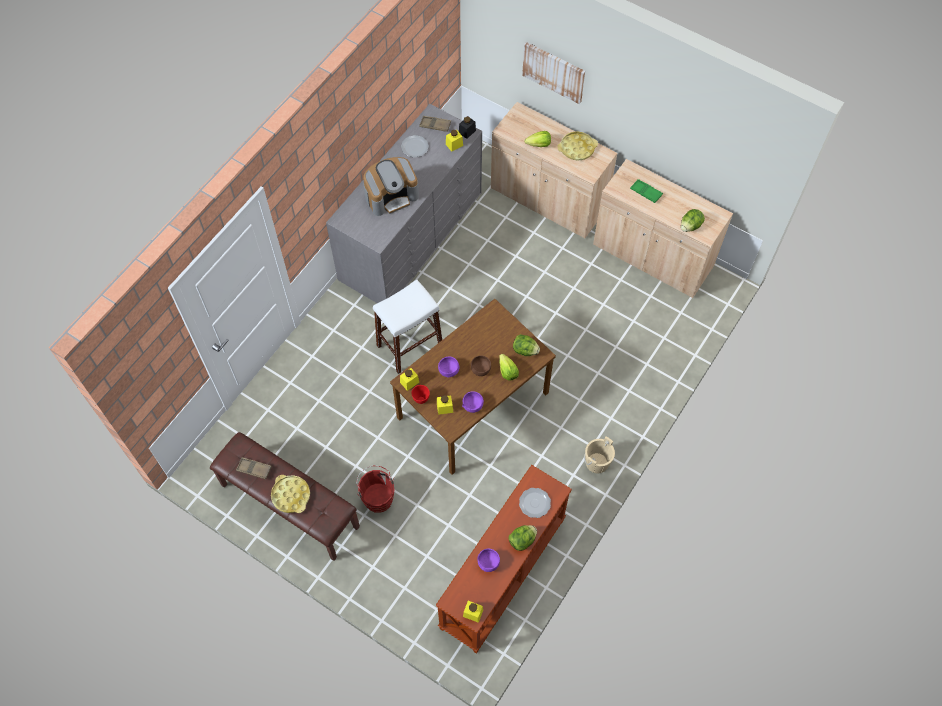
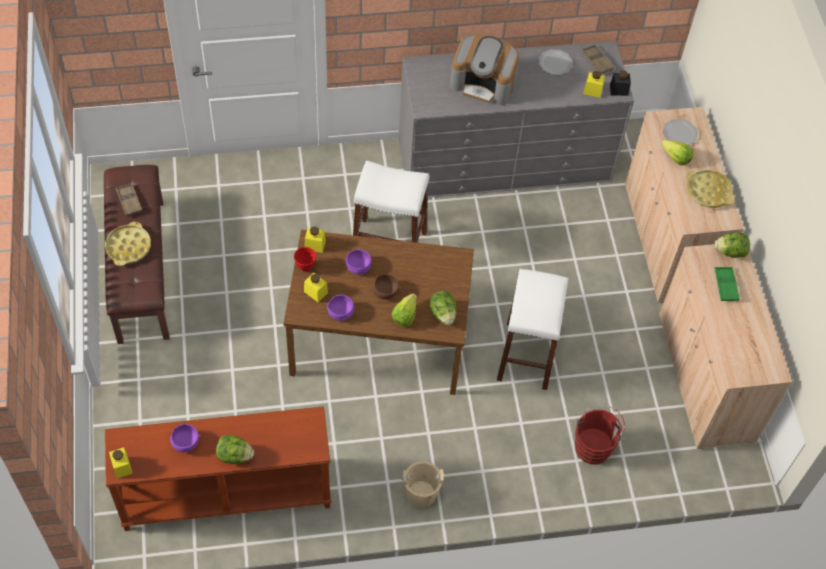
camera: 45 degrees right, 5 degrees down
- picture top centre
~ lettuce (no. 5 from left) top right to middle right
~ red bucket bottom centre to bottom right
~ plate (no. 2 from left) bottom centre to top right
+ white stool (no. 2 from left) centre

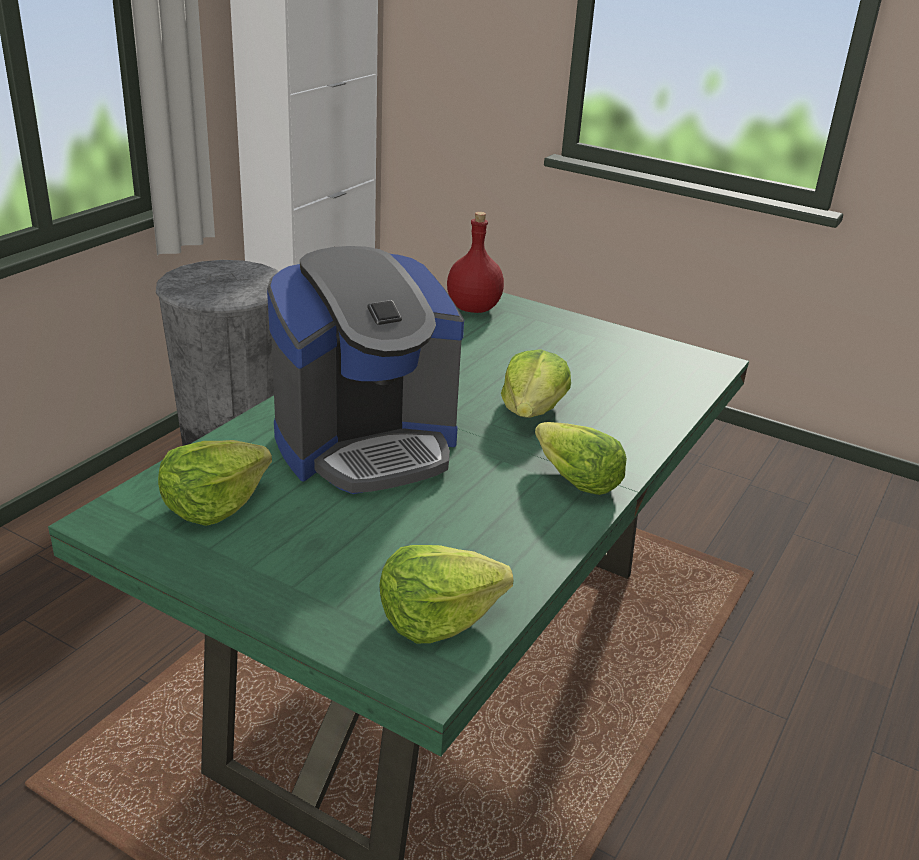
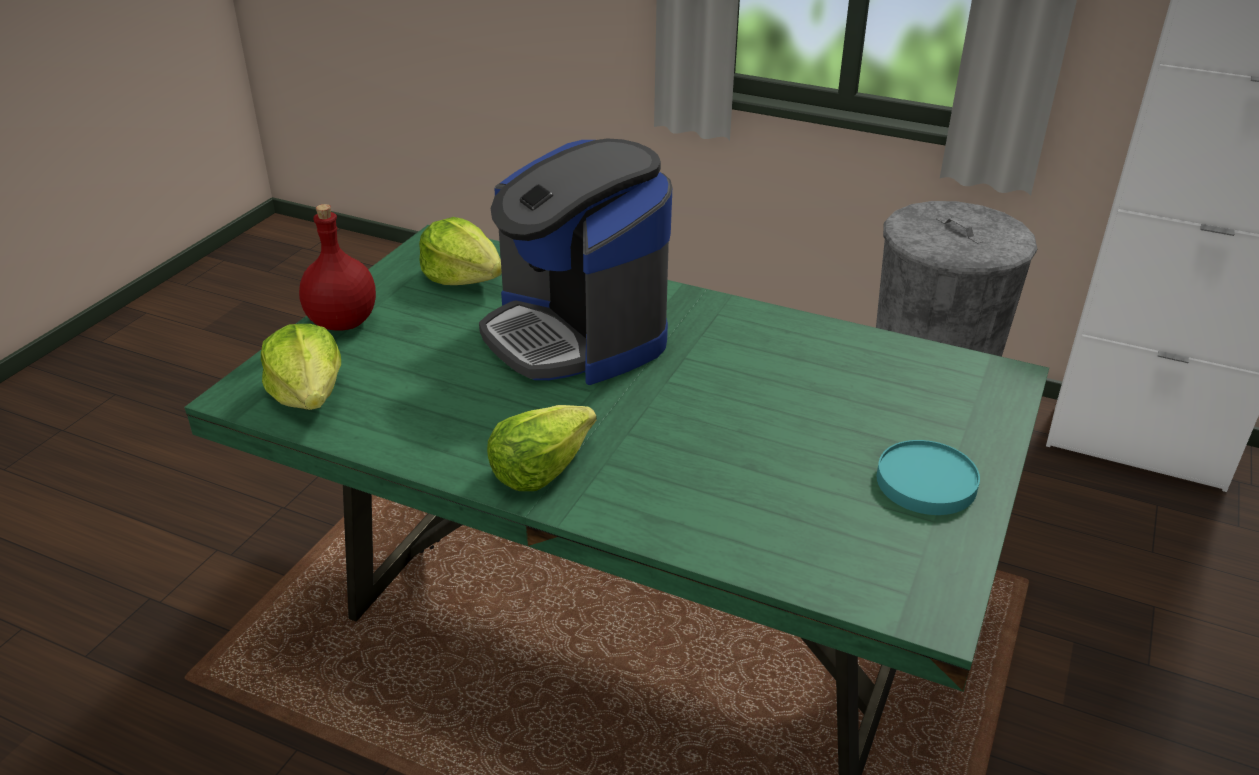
camera: 85 degrees right, 5 degrees up
~ red bottle top centre to middle left
- lettuce (no. 3 from left) centre
+ turquoise plate middle right

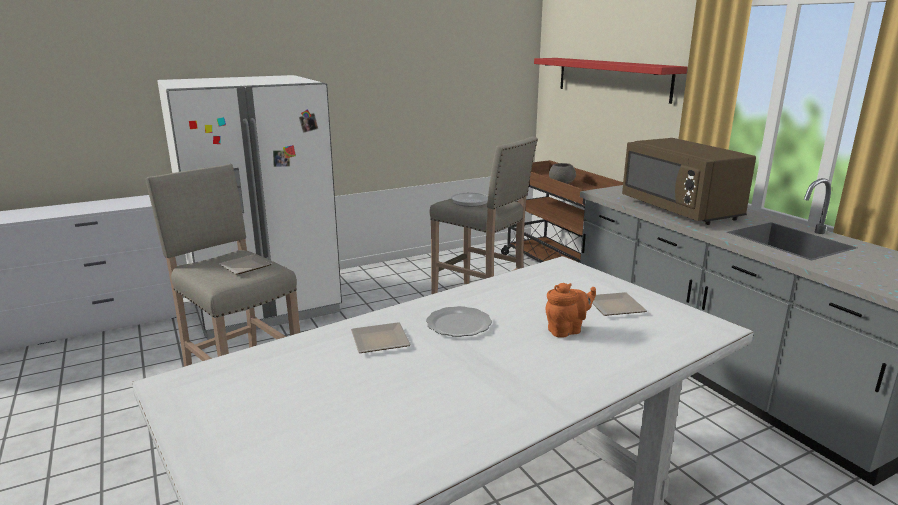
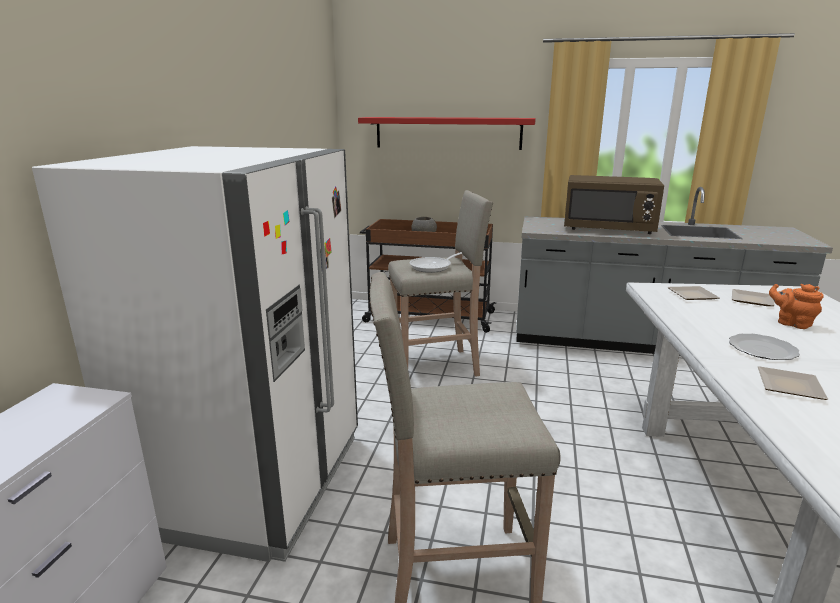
camera: 50 degrees left, 0 degrees up
~ plate (no. 1 from left) middle left to middle right
~ orange teapot centre = middle right 60 degrees counterclockwise

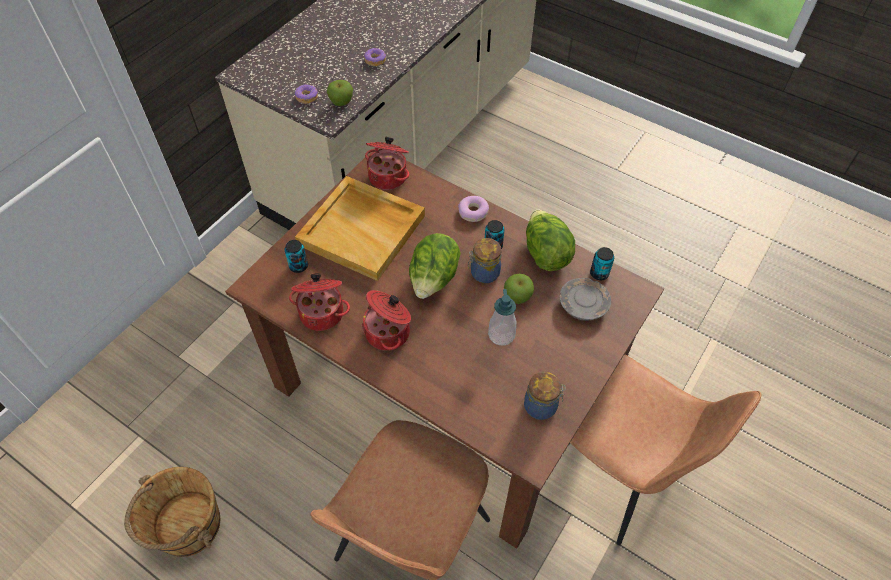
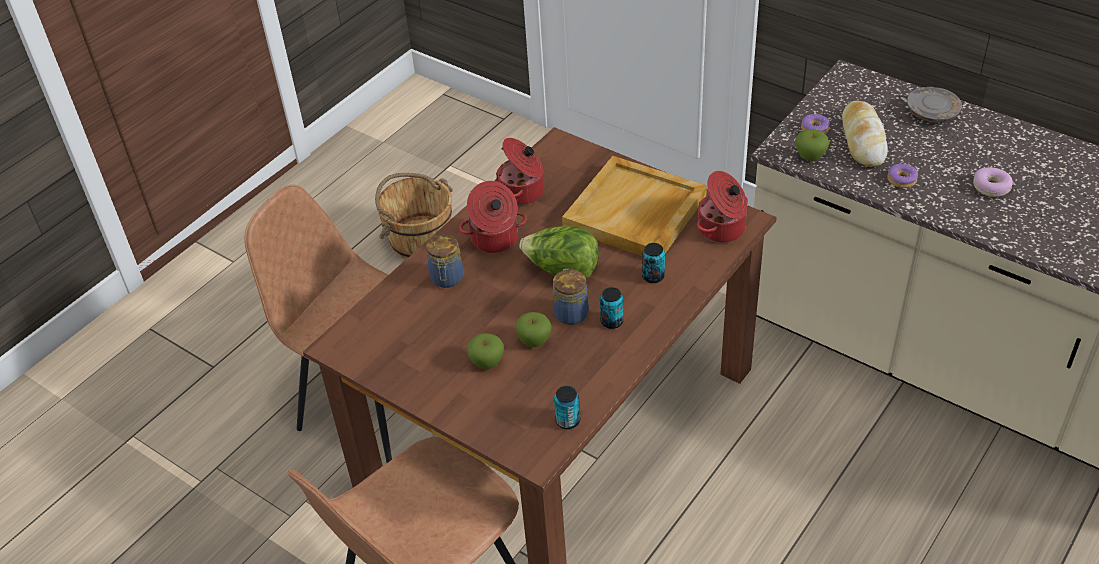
camera: 95 degrees right, 10 degrees down
~ donut (no. 3 from left) centre to top right
- lettuce (no. 2 from left) centre
~ can (no. 1 from left in the first image) middle left to can (no. 3 from left) centre
~ grey plate centre to top right
- soap dispenser centre
~ jar (no. 2 from left in the first image) bottom centre to jar (no. 1 from left) centre
+ bread top right
+ apple (no. 1 from left) centre

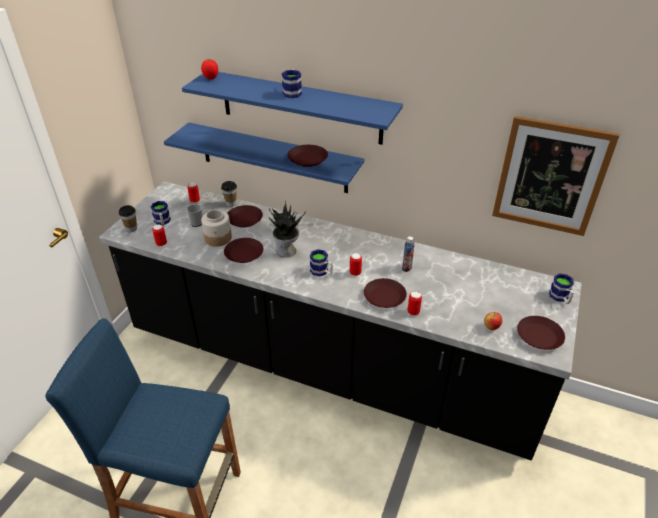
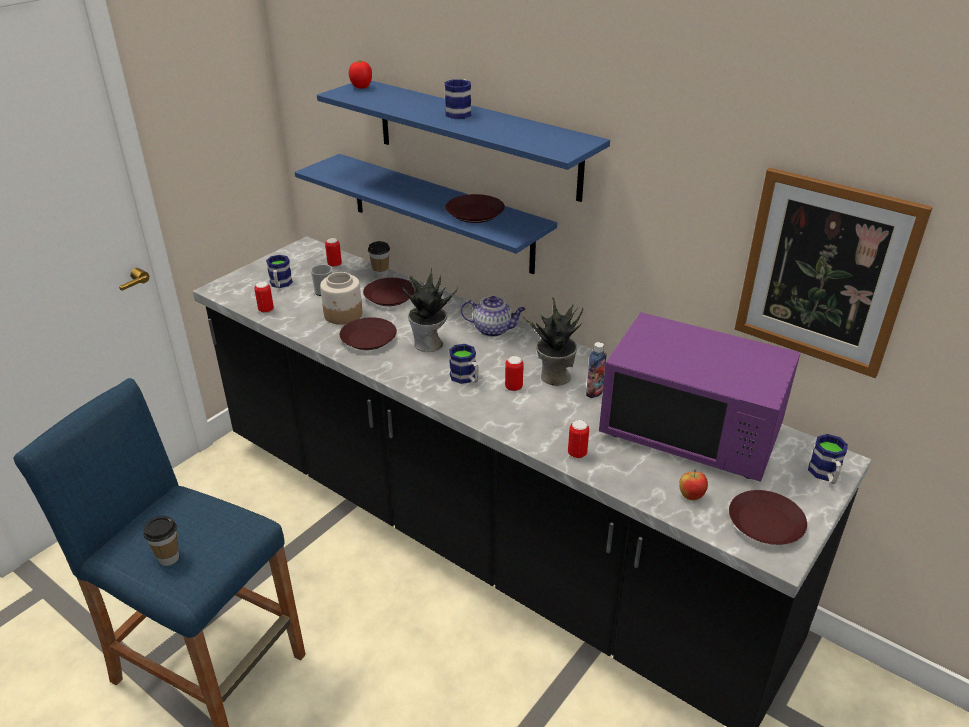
camera: 15 degrees right, 5 degrees down
~ cup (no. 1 from left) middle left to bottom left
- brown plate (no. 4 from left) centre
+ teapot centre
+ potted plant (no. 2 from left) centre
+ purple microwave middle right

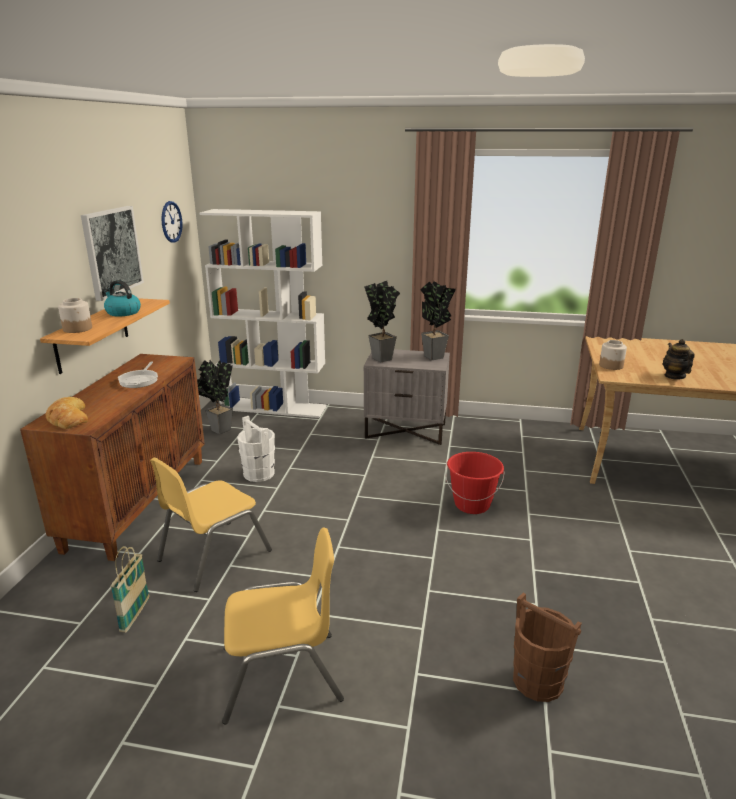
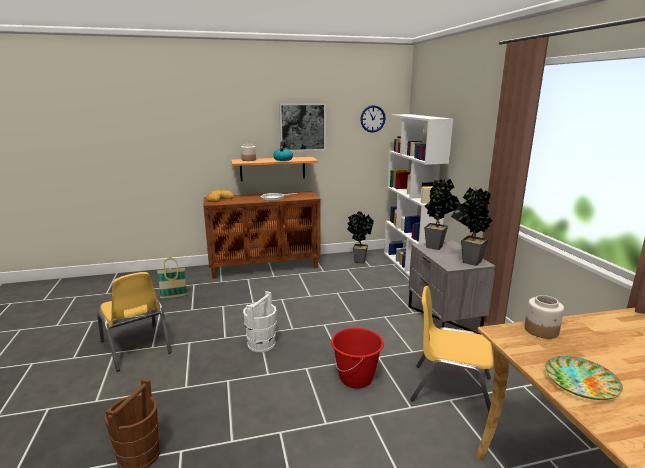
camera: 65 degrees right, 5 degrees down
~ teapot middle right to plate bottom right
~ white bucket centre to bottom centre
~ yellow chair (no. 1 from left in the first image) middle left to yellow chair (no. 2 from left) bottom right

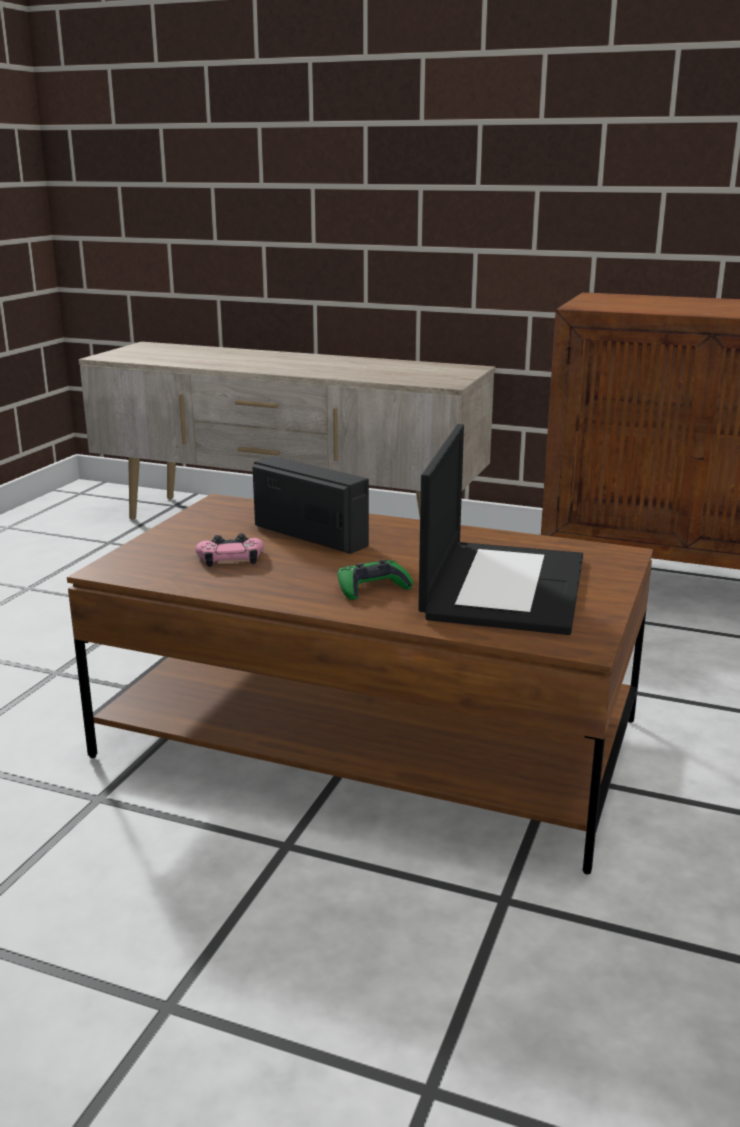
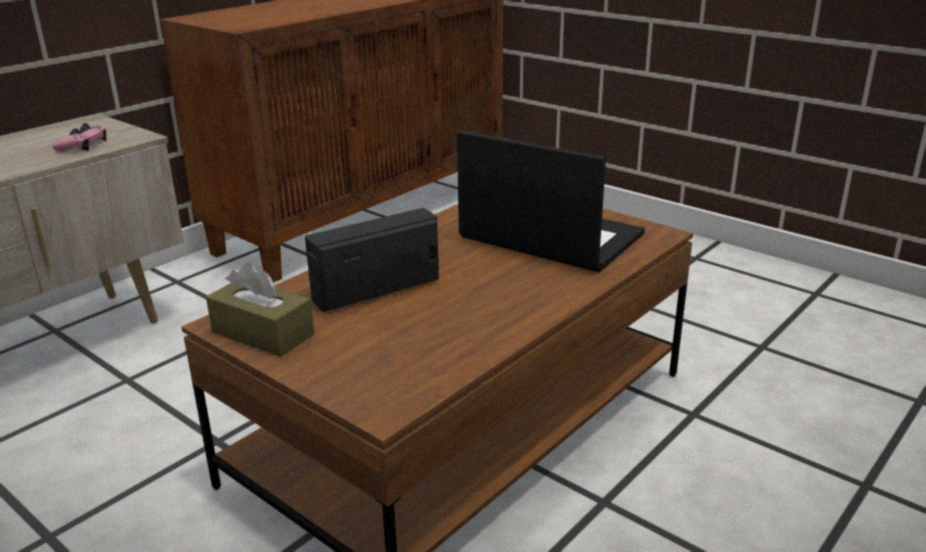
camera: 70 degrees left, 5 degrees up
~ pink game controller middle left to top left
- green game controller centre
+ brown tissue box middle left

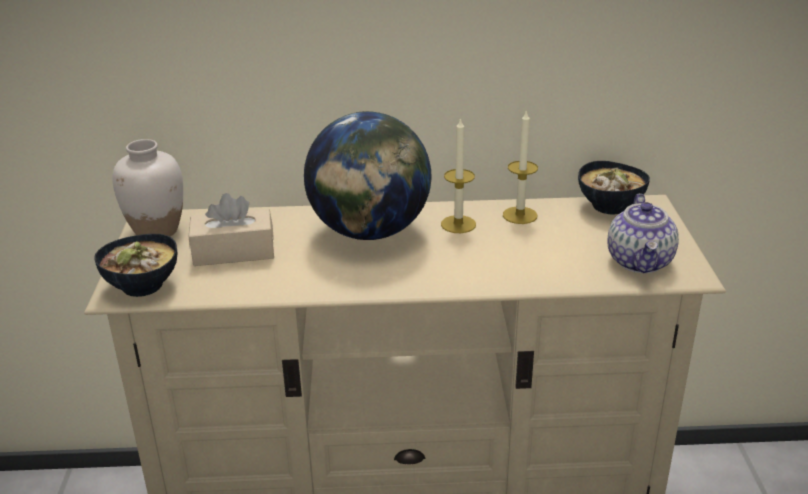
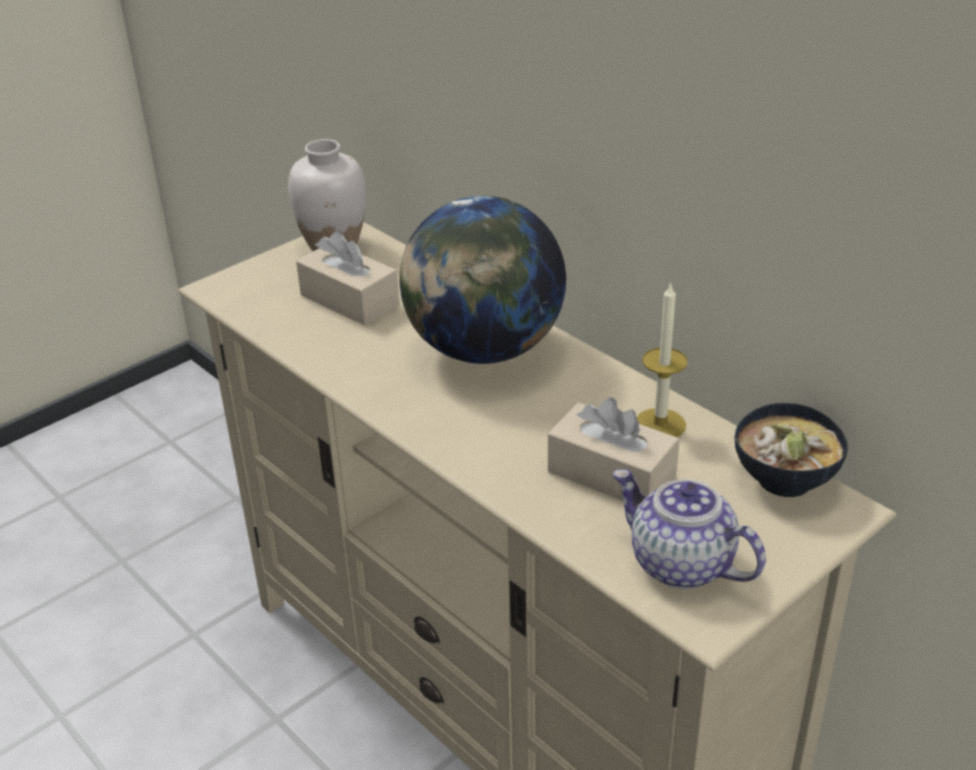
camera: 50 degrees right, 5 degrees up
- candle (no. 1 from left) centre
~ teapot middle right = bottom right 75 degrees clockwise
- bowl (no. 1 from left) middle left
+ beige tissue box (no. 2 from left) centre

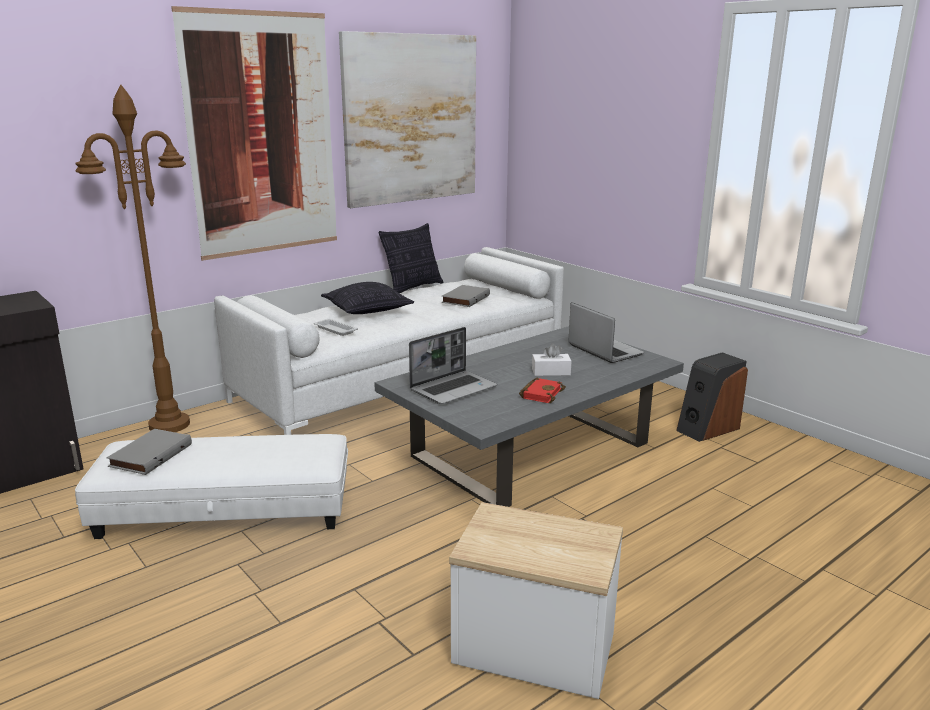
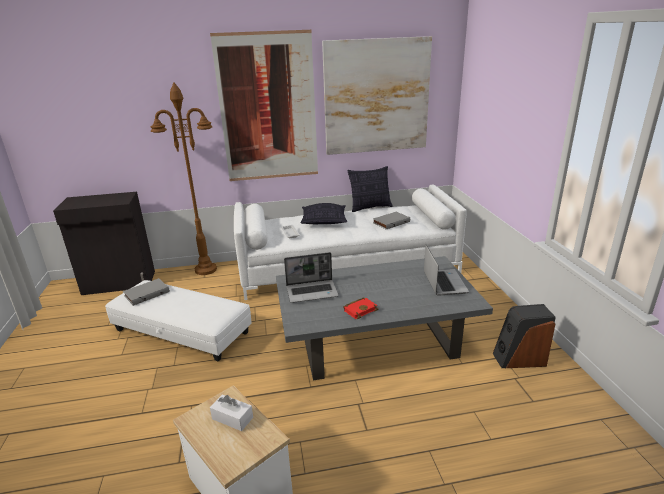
camera: 30 degrees right, 5 degrees up
~ white tissue box centre to bottom centre

